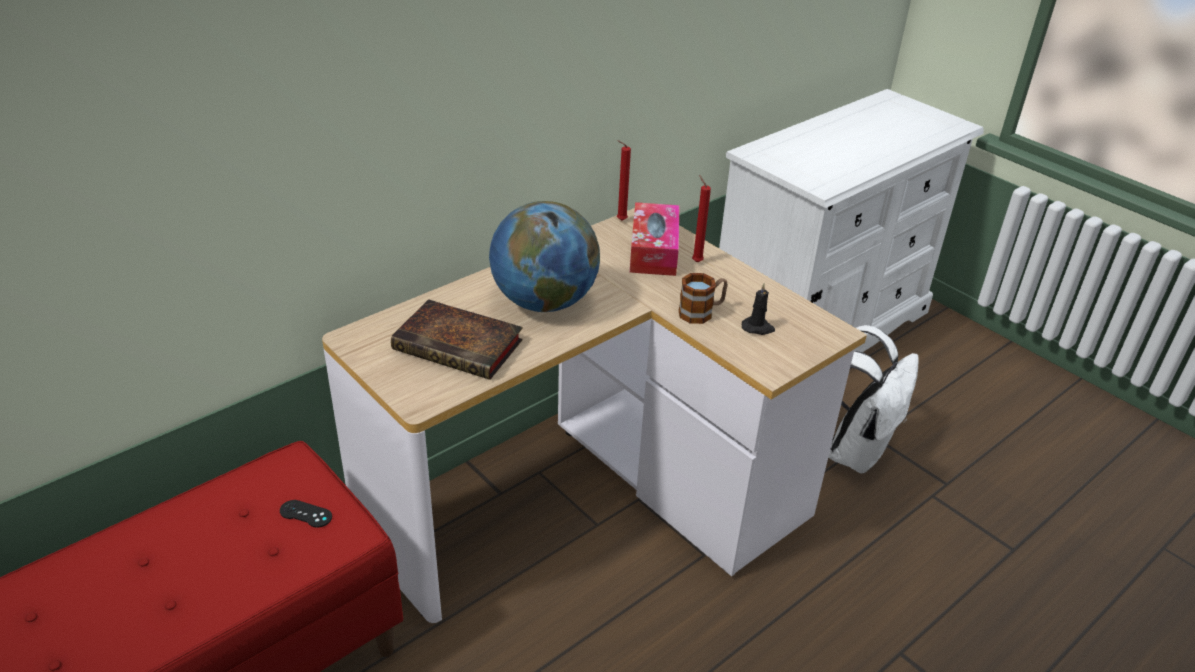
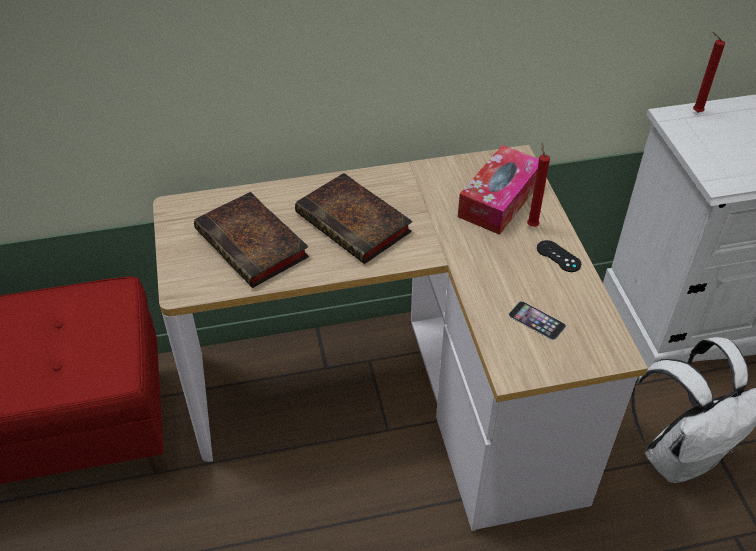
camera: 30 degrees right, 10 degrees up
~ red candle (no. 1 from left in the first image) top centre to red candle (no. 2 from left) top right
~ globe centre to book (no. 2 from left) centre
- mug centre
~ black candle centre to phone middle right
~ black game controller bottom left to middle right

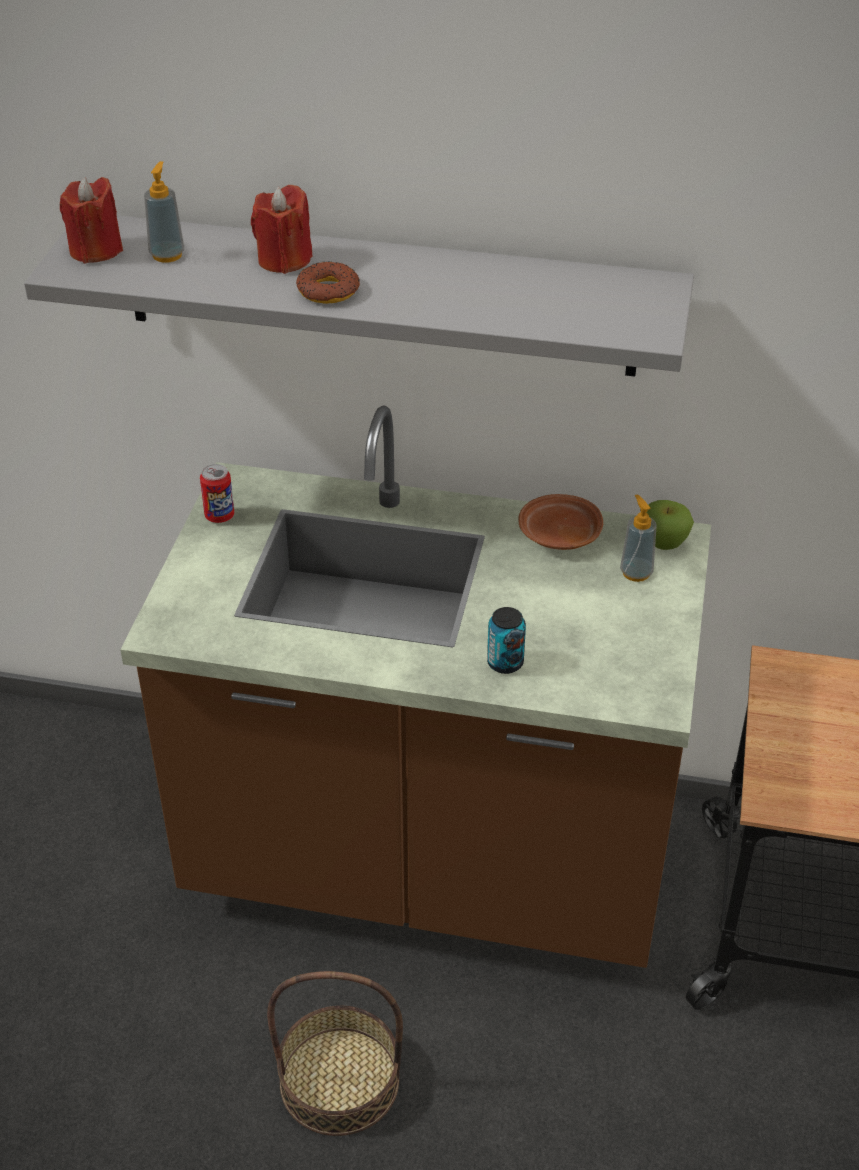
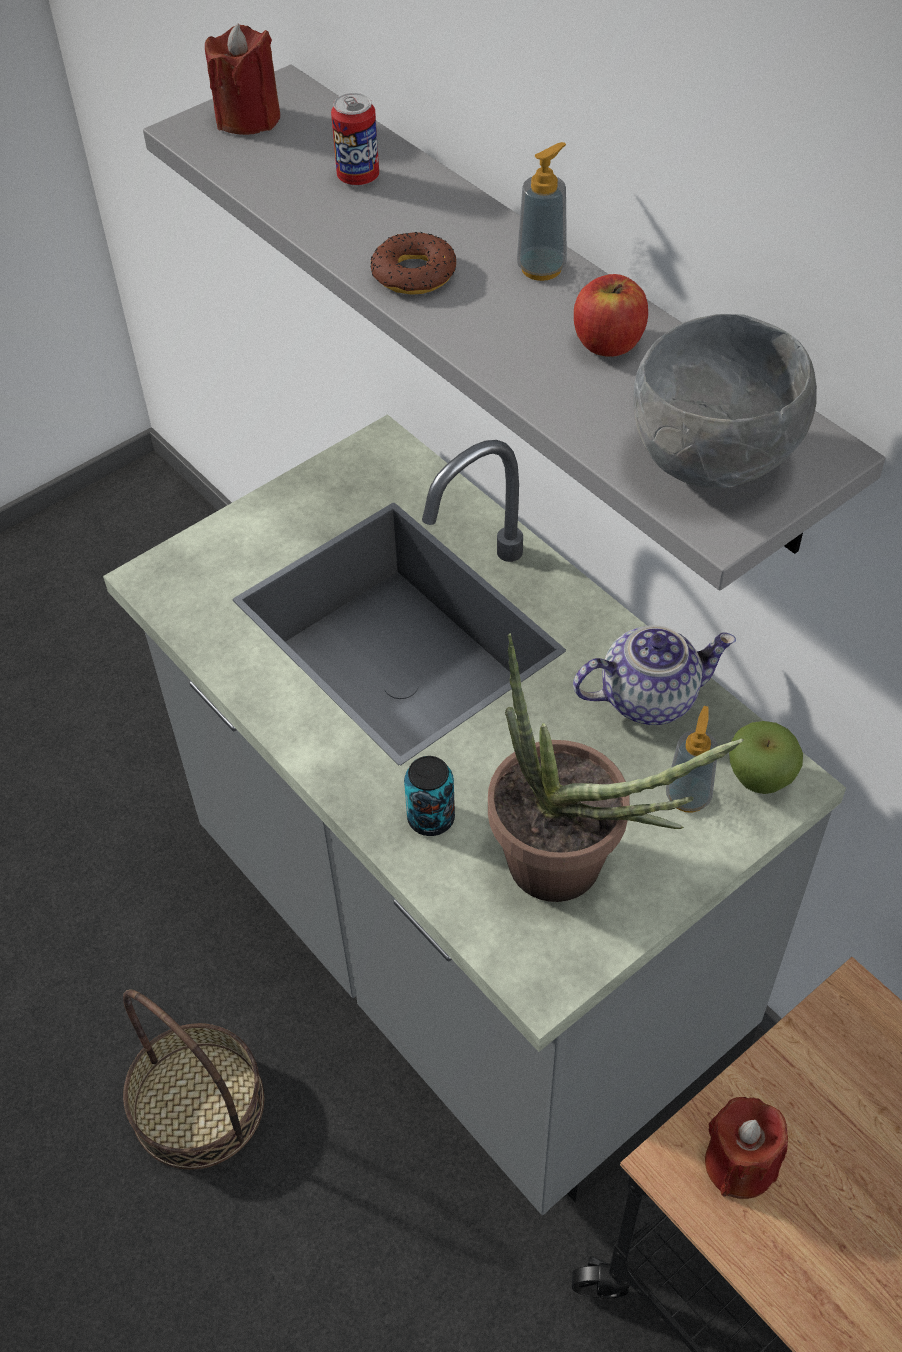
camera: 40 degrees right, 10 degrees up
~ soap dispenser (no. 1 from left) top left to top centre
~ red candle (no. 2 from left) top left to bottom right
~ brown counter centre to grey counter centre
~ can (no. 1 from left) middle left to top centre
~ brown plate centre to teapot middle right
+ apple (no. 1 from left) top right
+ grey bowl top right
+ potted plant middle right

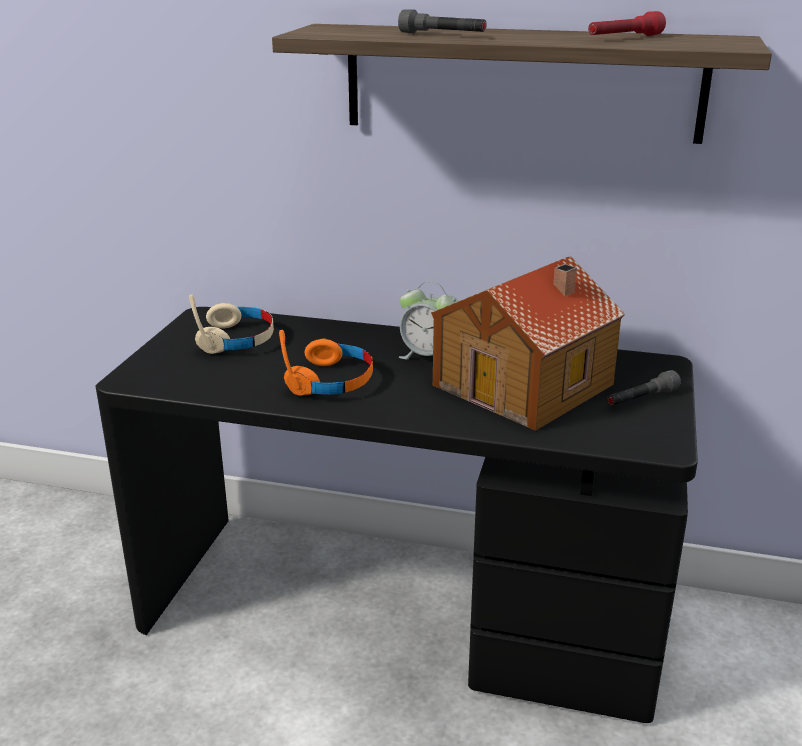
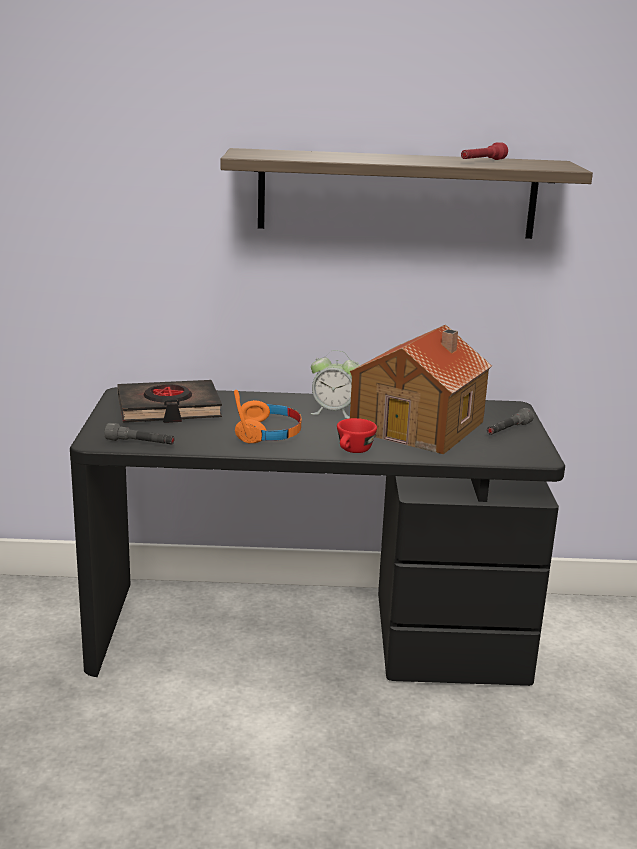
camera: 15 degrees left, 5 degrees down
~ grey flashlight (no. 1 from left) top centre to middle left
~ beige headphones middle left to black book middle left
+ red cup centre

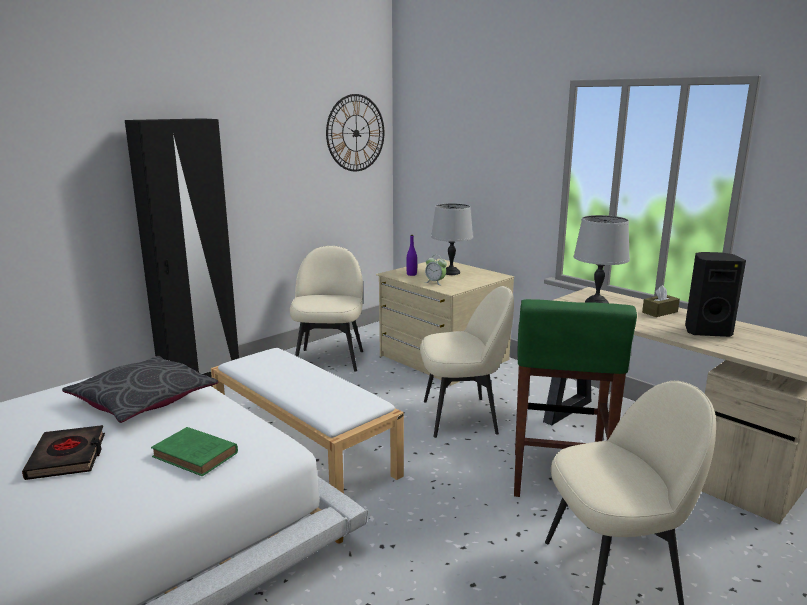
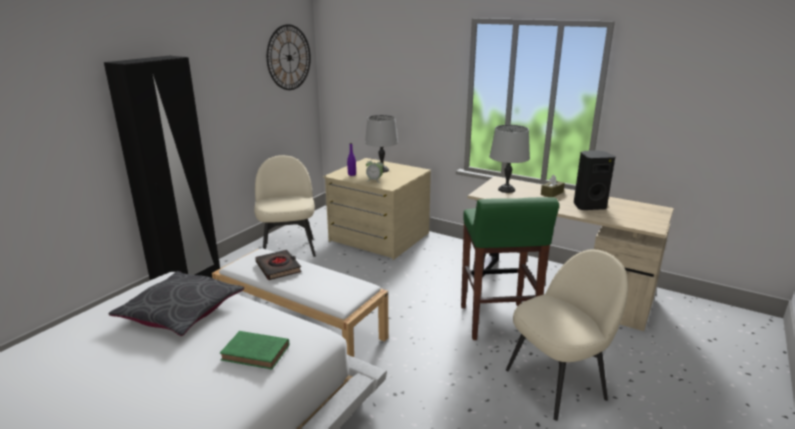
camera: 15 degrees left, 5 degrees up
- beige chair (no. 2 from left) centre
~ black book bottom left to centre

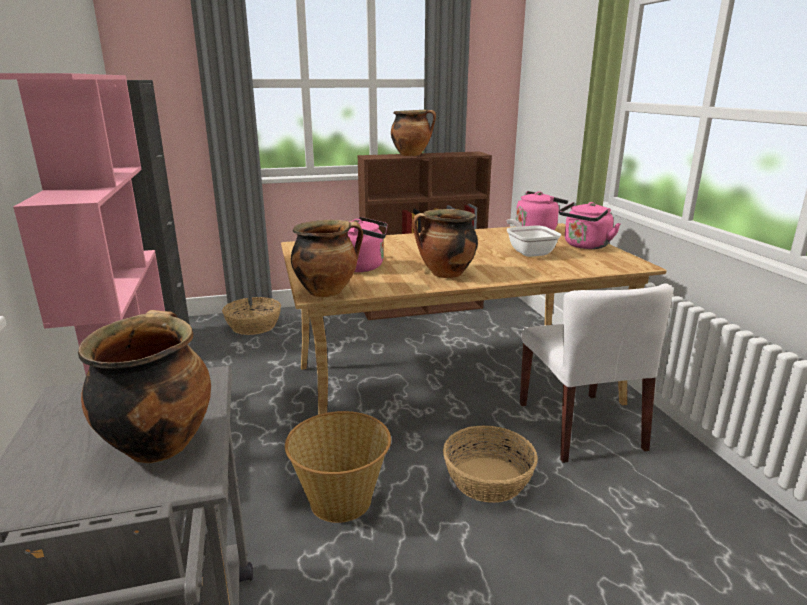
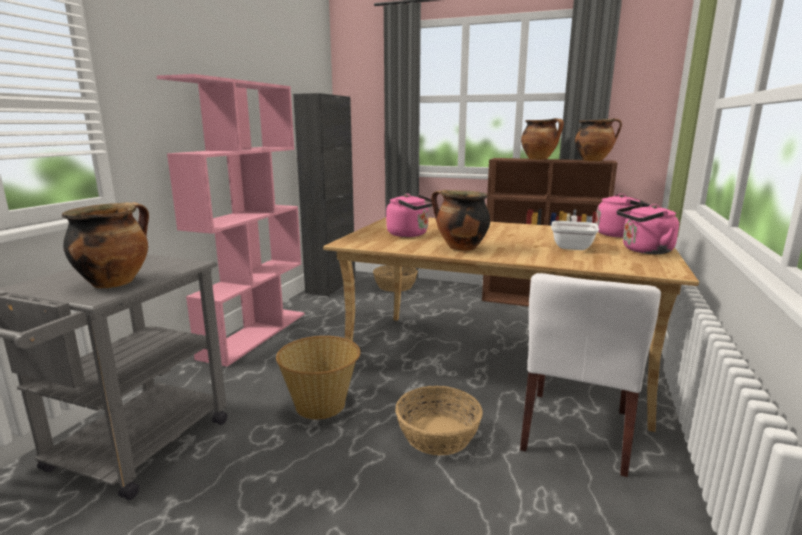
camera: 35 degrees right, 5 degrees down
~ cooking pot (no. 2 from left in the first image) centre to cooking pot (no. 4 from left) top right

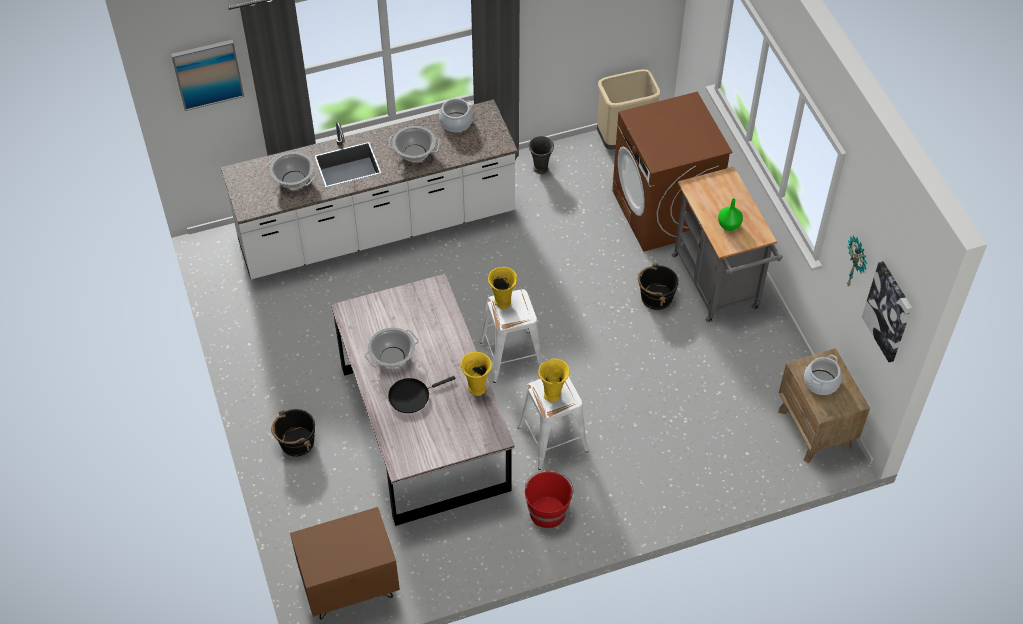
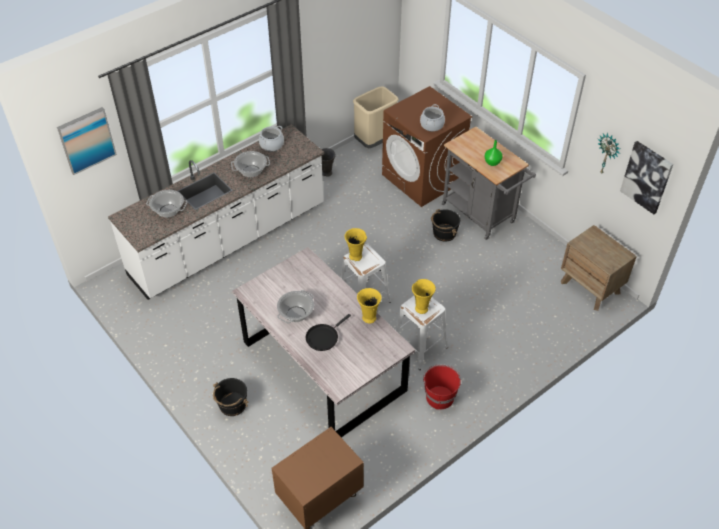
camera: 20 degrees left, 5 degrees down
~ cooking pot (no. 5 from left) middle right to top centre

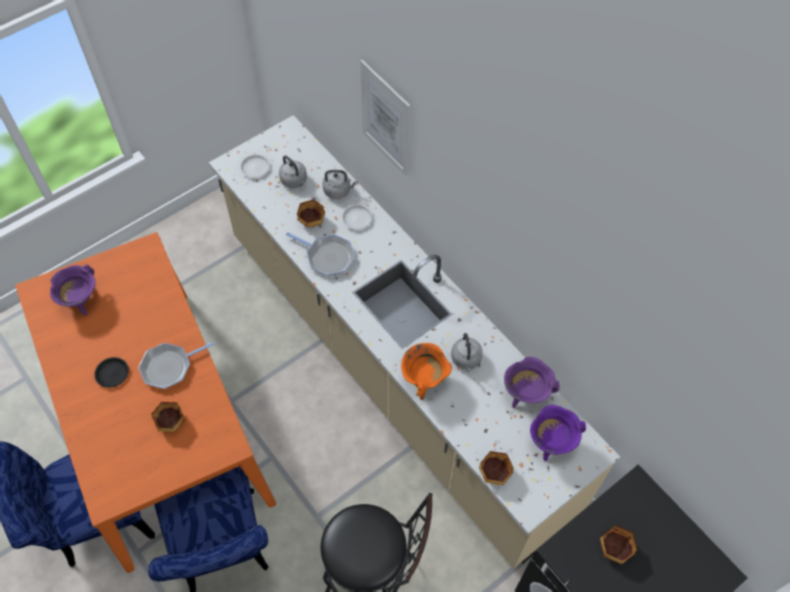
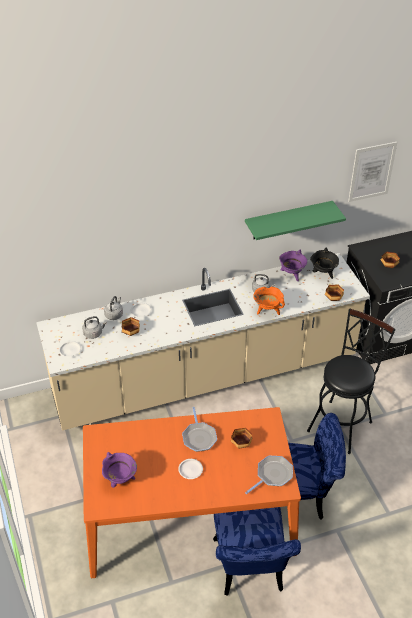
camera: 70 degrees left, 15 degrees down
~ picture top centre to top right
~ frying pan (no. 2 from left) centre to bottom centre
~ black plate middle left to white plate (no. 3 from left) bottom centre
~ purple cooking pot (no. 3 from left) bottom right to black cooking pot middle right
+ green shelf middle right

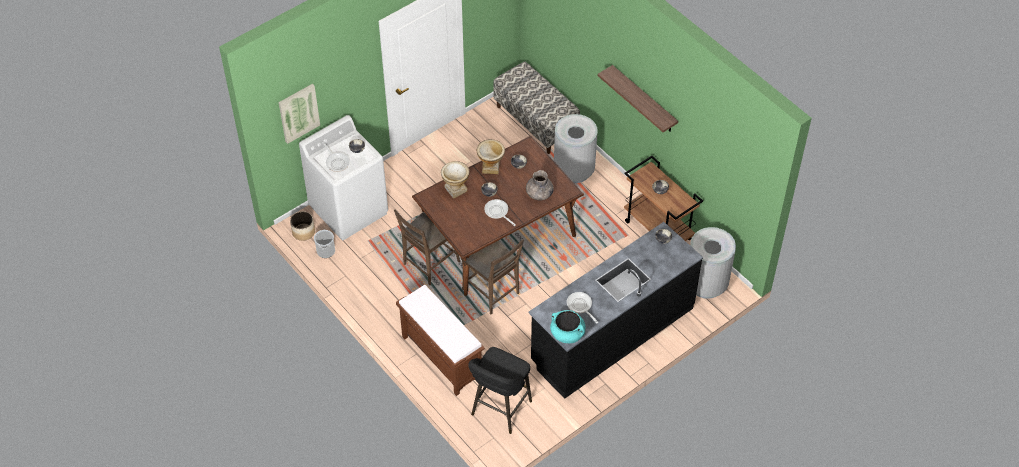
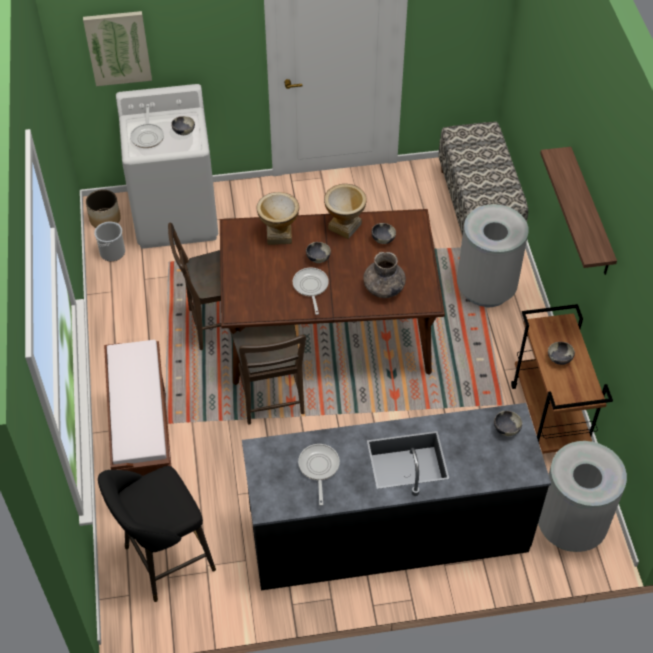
camera: 30 degrees right, 0 degrees up
- turquoise cooking pot bottom centre

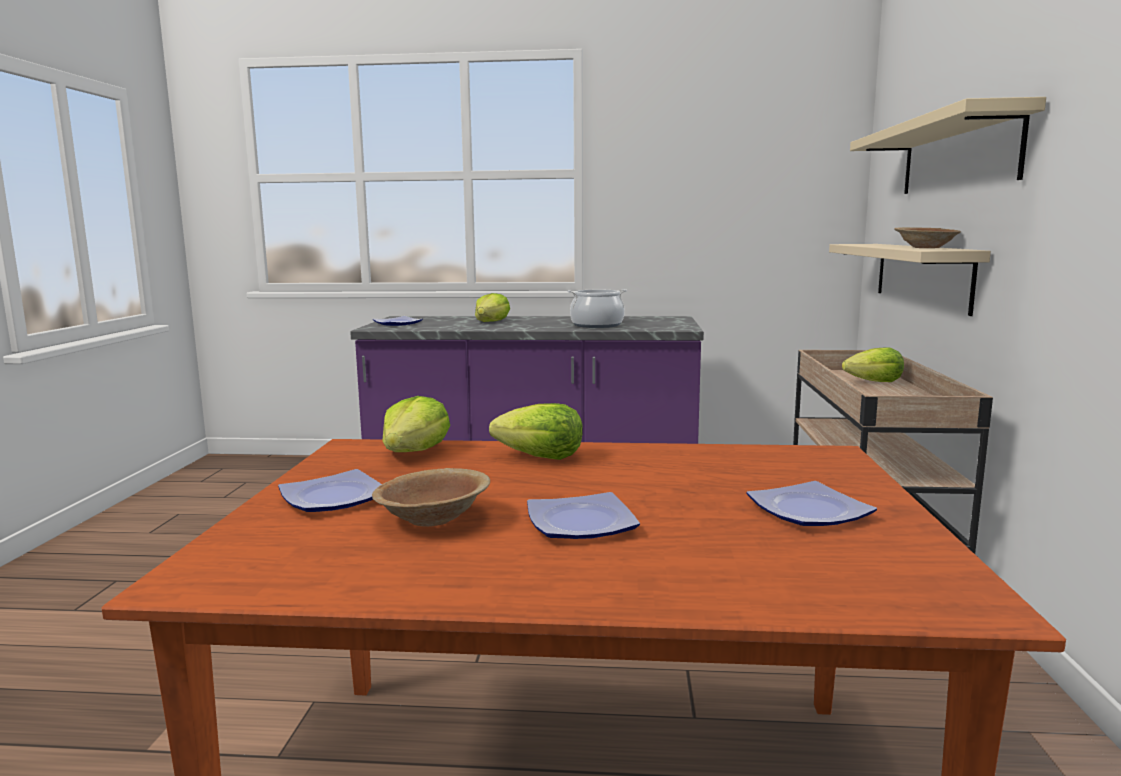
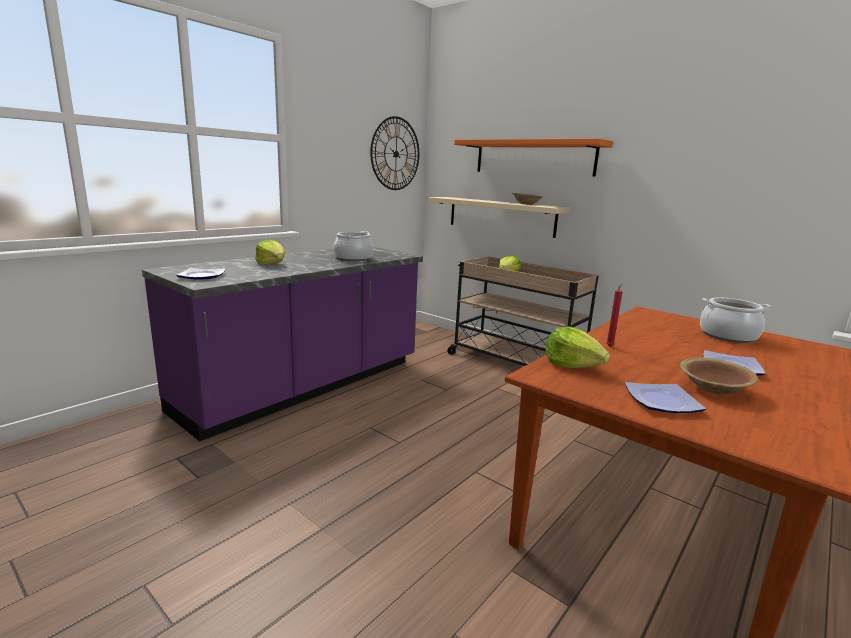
camera: 55 degrees left, 5 degrees up
~ beige shelf (no. 2 from left) top right to orange shelf top centre
~ lettuce (no. 3 from left) centre to red candle middle right
~ plate (no. 4 from left) middle right to cooking pot (no. 2 from left) middle right
+ wall clock top centre

